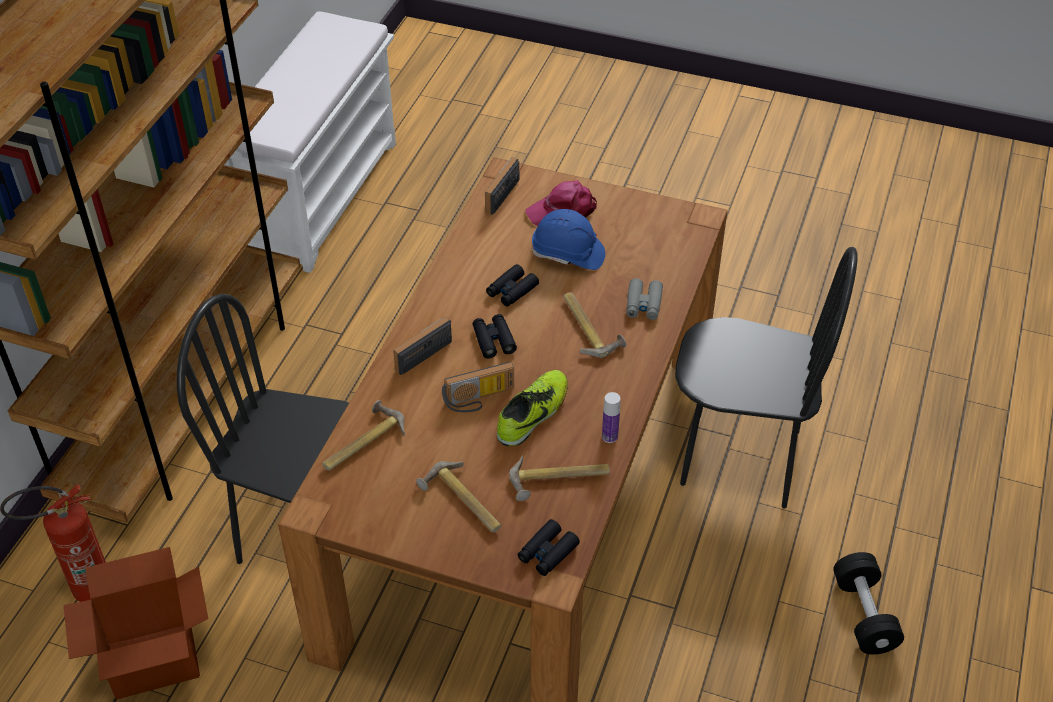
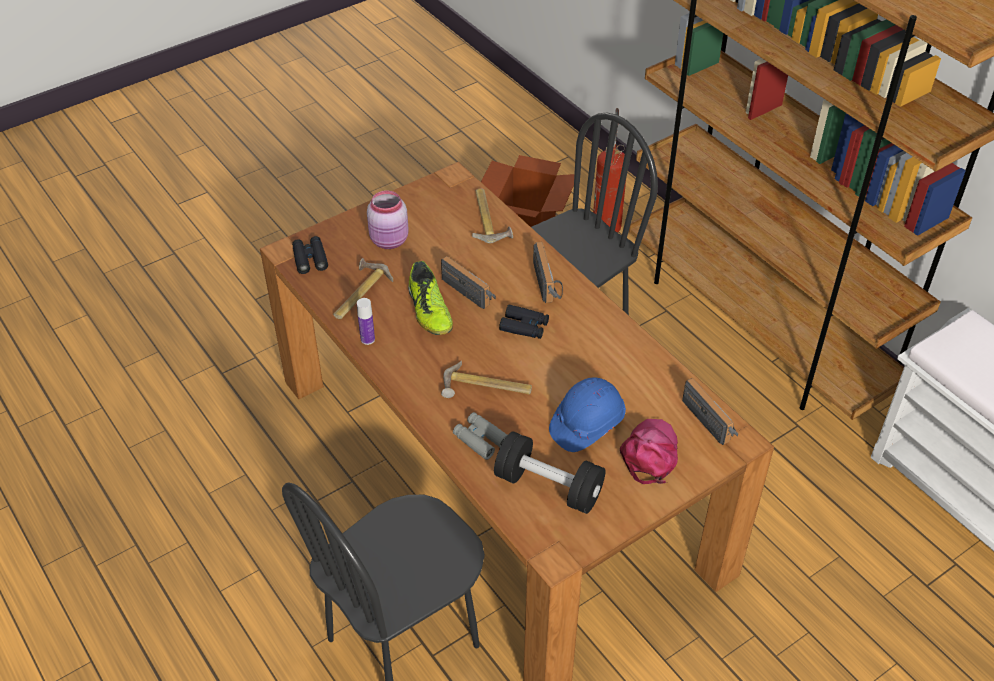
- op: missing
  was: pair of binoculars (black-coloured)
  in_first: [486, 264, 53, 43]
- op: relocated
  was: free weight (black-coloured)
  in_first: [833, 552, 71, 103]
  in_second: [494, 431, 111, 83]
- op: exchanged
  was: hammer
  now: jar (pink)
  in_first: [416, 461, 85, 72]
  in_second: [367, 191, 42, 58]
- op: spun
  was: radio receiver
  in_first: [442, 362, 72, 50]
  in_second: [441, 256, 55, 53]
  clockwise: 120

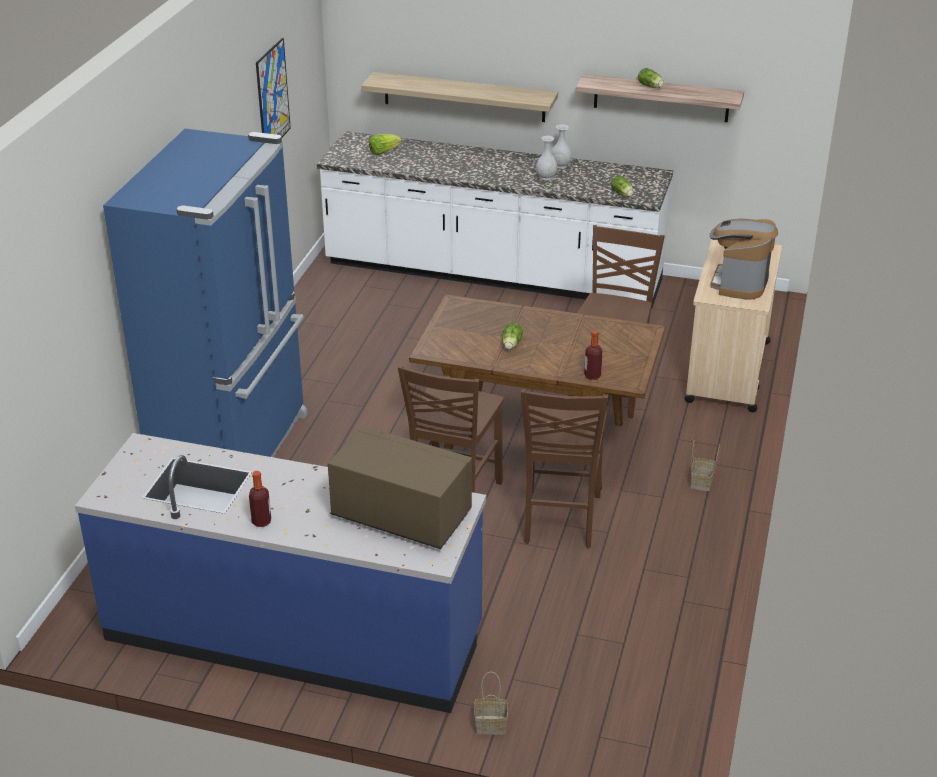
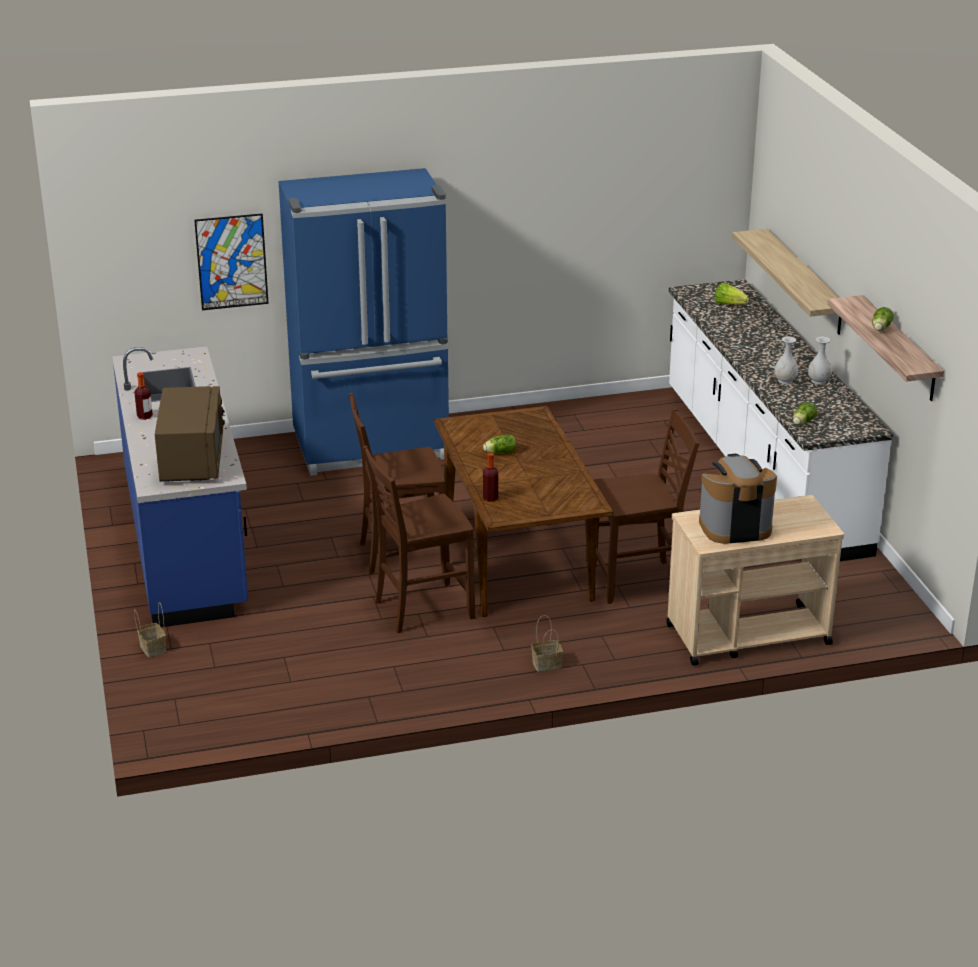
- op: relocated
  was: wall picture
  in_first: [256, 38, 35, 99]
  in_second: [194, 214, 75, 96]

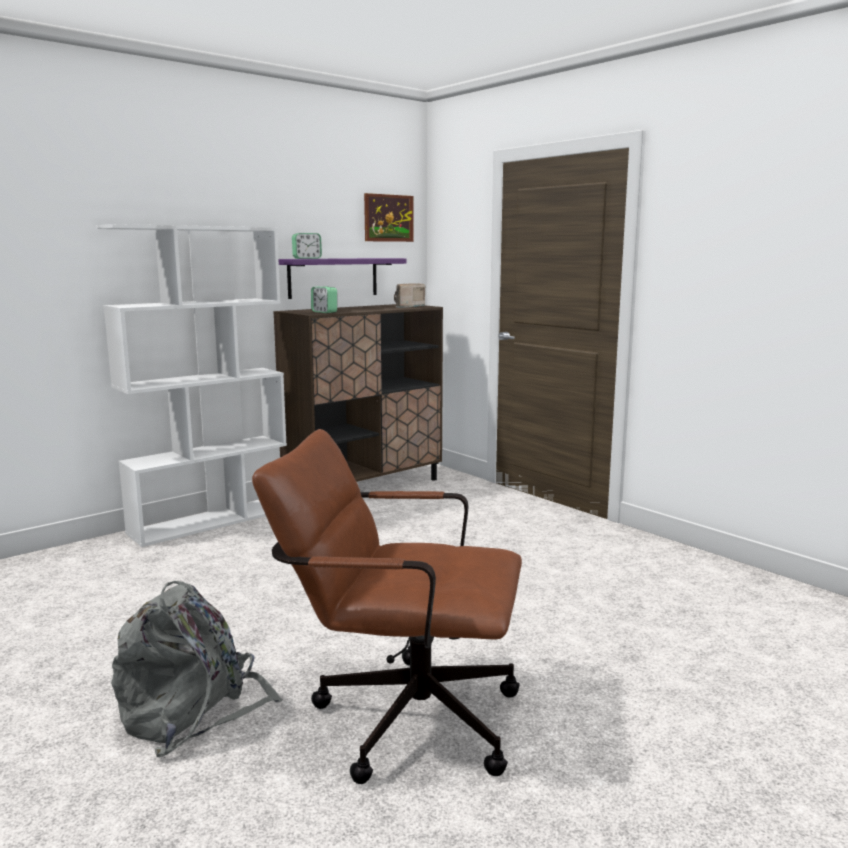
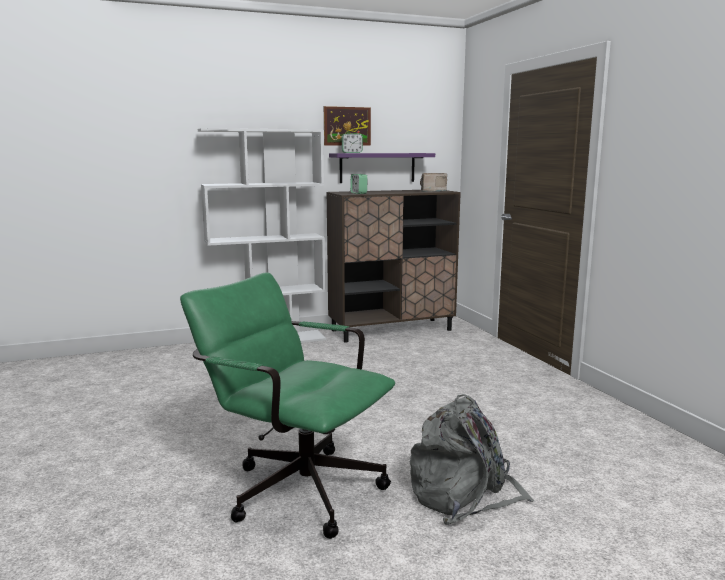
- op: relocated
  was: backpack (greyish)
  in_first: [111, 581, 172, 176]
  in_second: [410, 394, 124, 131]
- op: relocated
  was: wall picture
  in_first: [364, 193, 50, 49]
  in_second: [324, 106, 47, 39]
- op: colour
  was: computer chair (brown-coloured)
  now: computer chair (green)
  in_first: [252, 429, 270, 355]
  in_second: [180, 272, 215, 267]

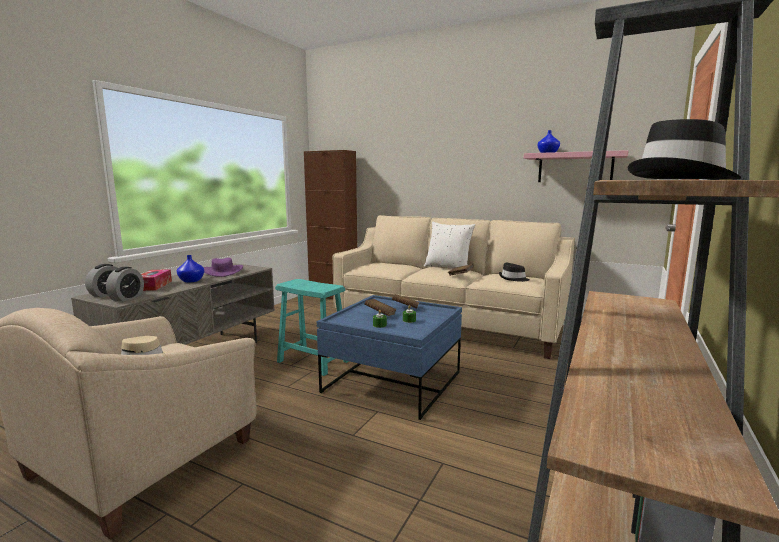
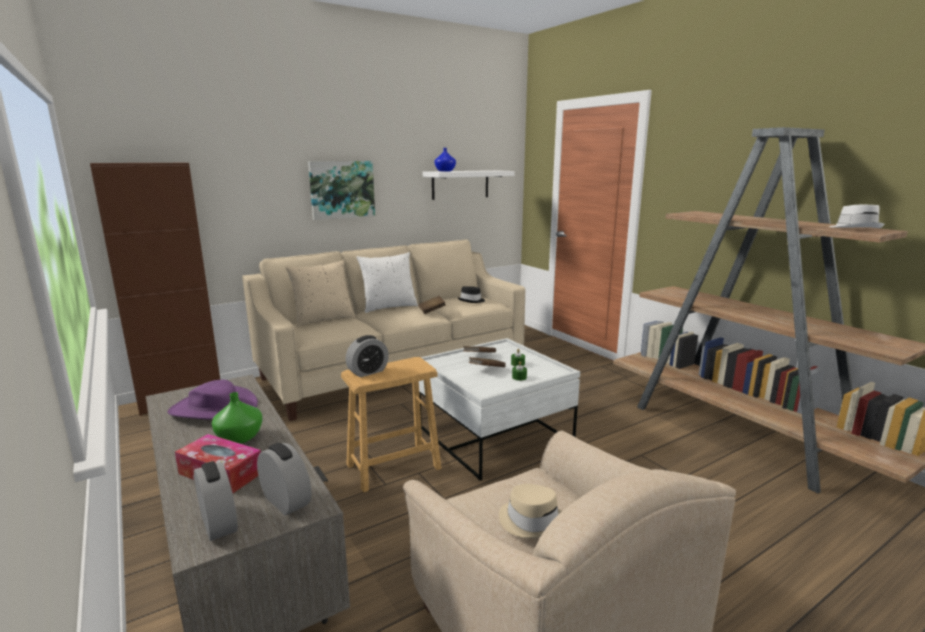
- op: appeared
  now: pillow (sand-coloured)
  in_second: [285, 260, 70, 67]
- op: appeared
  now: wall picture
  in_second: [308, 161, 67, 59]
- op: appeared
  now: bedside clock
  in_second: [346, 335, 43, 42]
- op: colour
  was: flower vase (bluish)
  now: flower vase (green)
  in_first: [177, 255, 27, 27]
  in_second: [212, 392, 51, 52]
- op: colour
  was: sitting stool (turquoise)
  now: sitting stool (brown-coloured)
  in_first: [275, 279, 74, 97]
  in_second: [341, 357, 100, 135]
- op: colour
  was: lounge table (bluish)
  now: lounge table (white-coloured)
  in_first: [317, 295, 145, 125]
  in_second: [419, 338, 161, 142]
- op: colour
  was: wall shelf (pink)
  now: wall shelf (white-coloured)
  in_first: [524, 150, 104, 32]
  in_second: [423, 170, 92, 30]
- op: colour
  was: hat (black-coloured)
  now: hat (white-coloured)
  in_first: [628, 119, 113, 60]
  in_second: [829, 205, 56, 23]

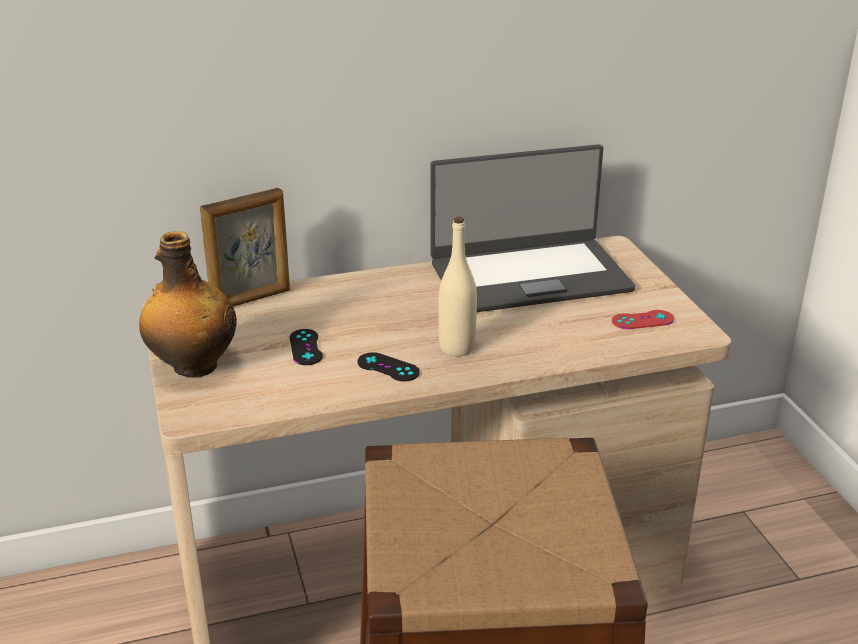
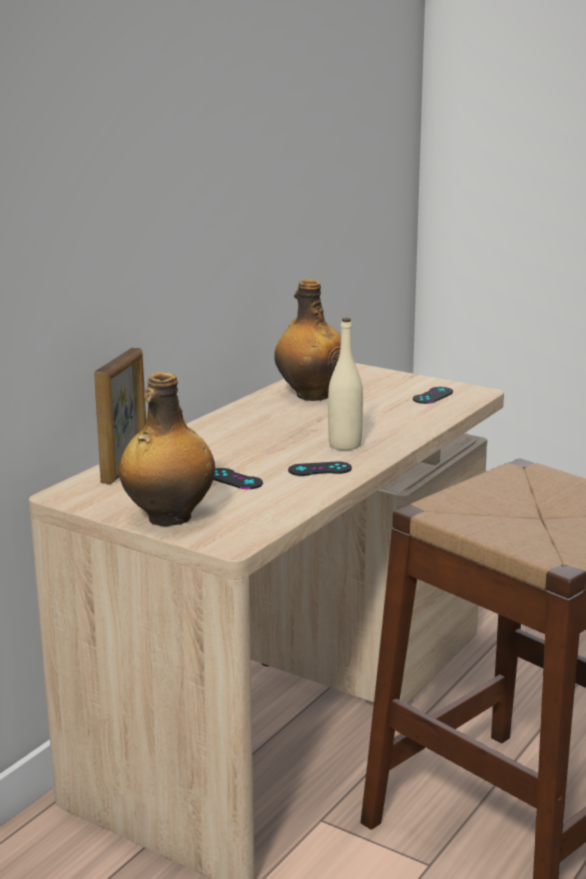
- op: exchanged
  was: portable computer
  now: drink bottle
  in_first: [430, 144, 205, 168]
  in_second: [275, 279, 66, 122]
- op: colour
  was: game controller (reddish)
  now: game controller (black-coloured)
  in_first: [612, 310, 62, 19]
  in_second: [413, 387, 40, 17]

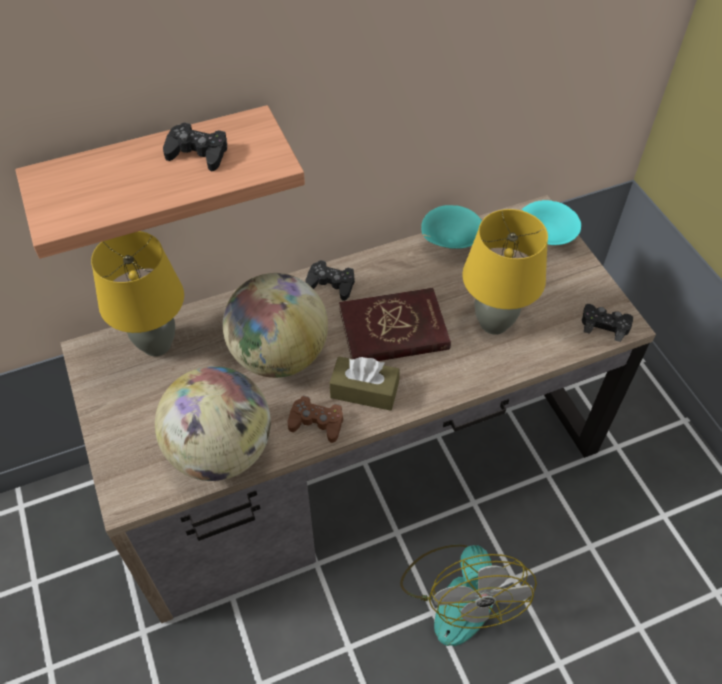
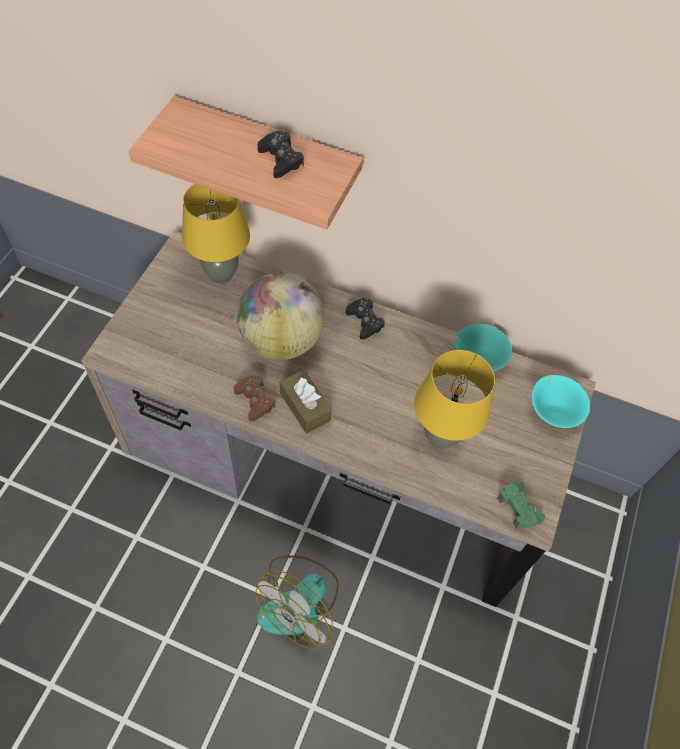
- op: missing
  was: globe
  in_first: [155, 366, 116, 115]
- op: missing
  was: volume (reddish)
  in_first: [339, 288, 112, 73]
- op: colour
  was: game controller (black-coloured)
  now: game controller (green)
  in_first: [582, 304, 51, 38]
  in_second: [497, 481, 48, 47]

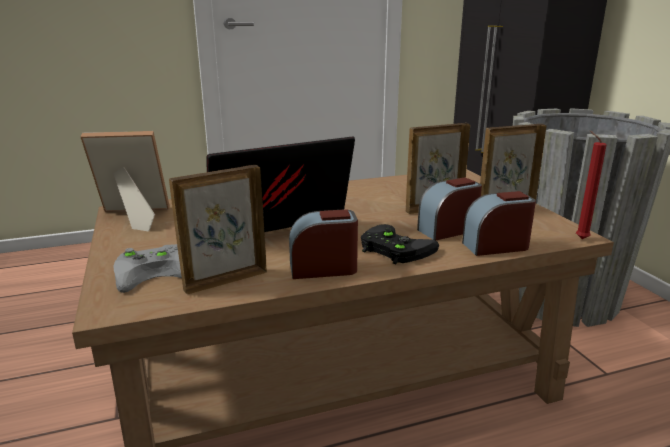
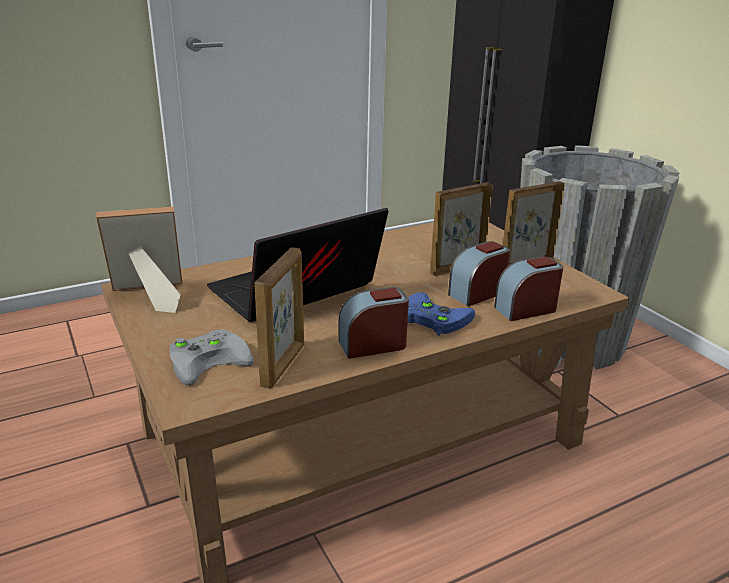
- op: missing
  was: candle (reddish)
  in_first: [576, 130, 31, 109]
- op: colour
  was: game controller (black-coloured)
  now: game controller (bluish)
  in_first: [361, 224, 78, 40]
  in_second: [407, 292, 68, 44]
- op: spun
  was: picture frame
  in_first: [169, 165, 98, 129]
  in_second: [254, 248, 50, 141]
  clockwise: 150

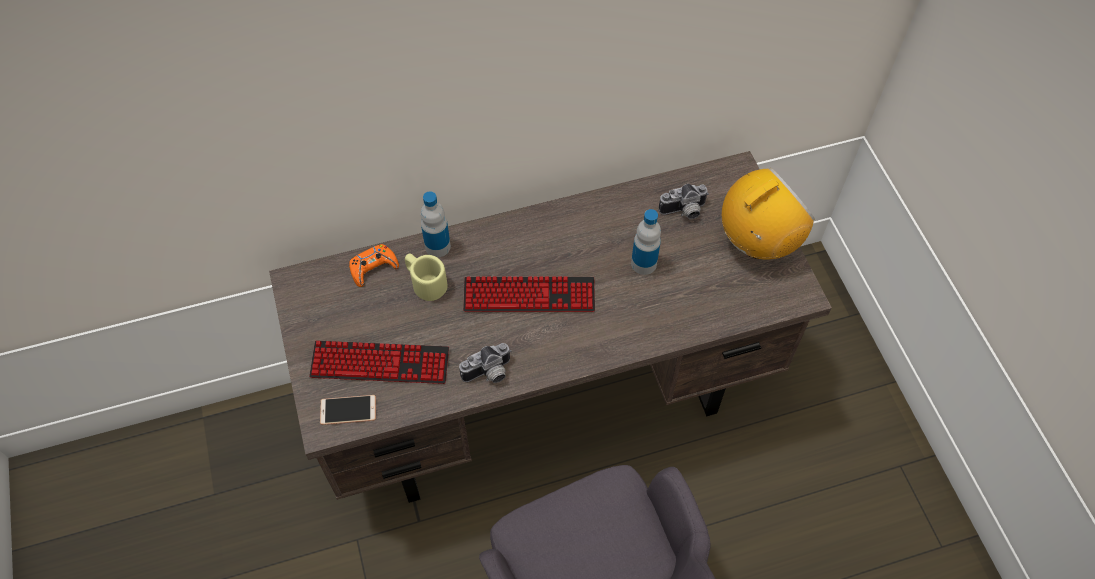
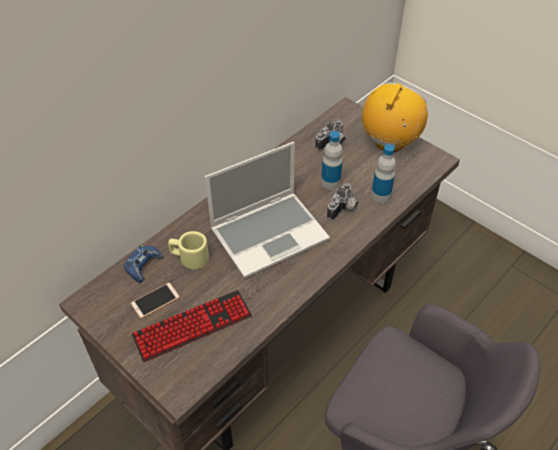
- op: relocated
  was: phone
  in_first: [320, 395, 56, 30]
  in_second: [131, 283, 49, 36]
- op: relocated
  was: drink bottle
  in_first: [420, 191, 31, 66]
  in_second: [371, 144, 25, 59]
- op: relocated
  was: still camera
  in_first: [459, 343, 52, 40]
  in_second: [327, 183, 31, 38]
- op: exchanged
  was: keyboard
  now: portable computer
  in_first: [463, 276, 132, 36]
  in_second: [205, 142, 125, 136]
- op: colour
  was: game controller (orange)
  now: game controller (bluish)
  in_first: [349, 244, 50, 43]
  in_second: [123, 244, 40, 39]

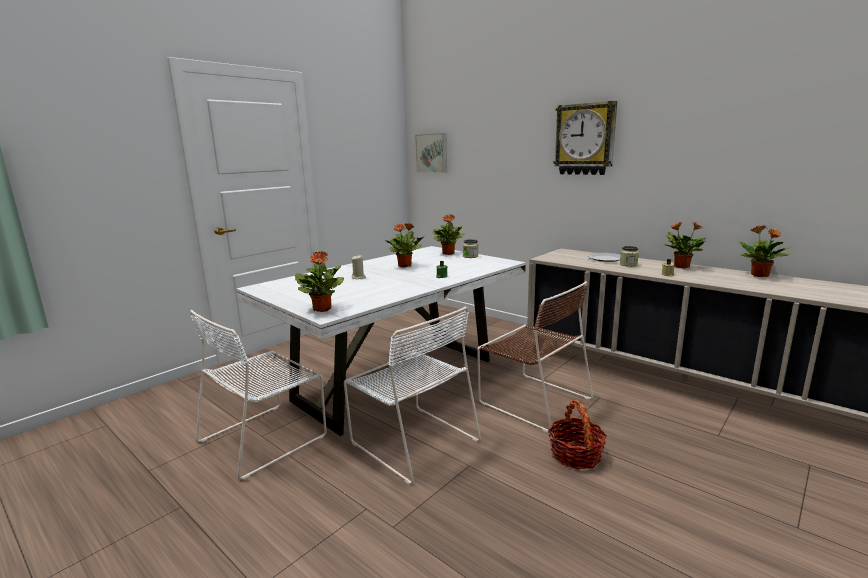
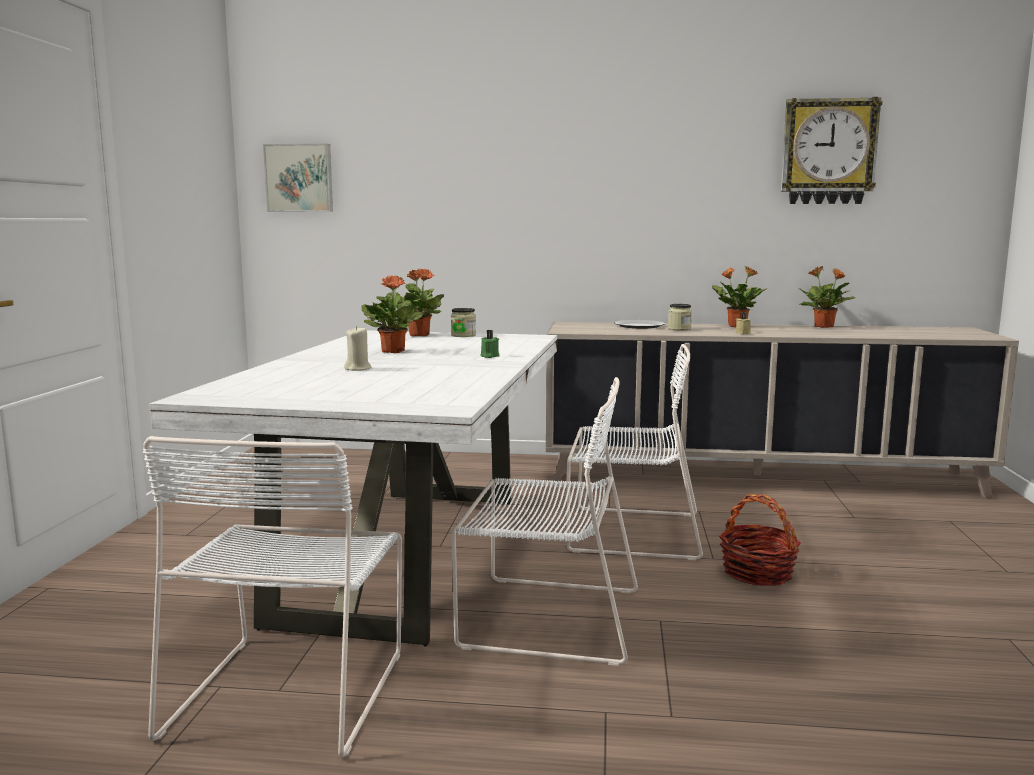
- op: missing
  was: potted plant
  in_first: [295, 251, 49, 61]
- op: relocated
  was: hanging clock
  in_first: [553, 101, 64, 74]
  in_second: [781, 97, 101, 107]
- op: colour
  was: plain chair (brown-coloured)
  now: plain chair (white-coloured)
  in_first: [477, 281, 116, 151]
  in_second: [566, 344, 137, 216]

